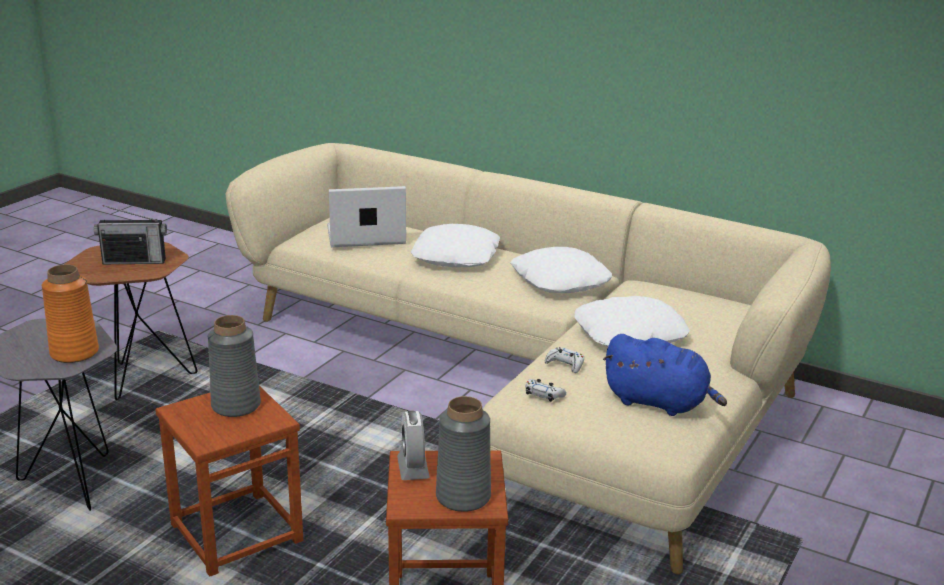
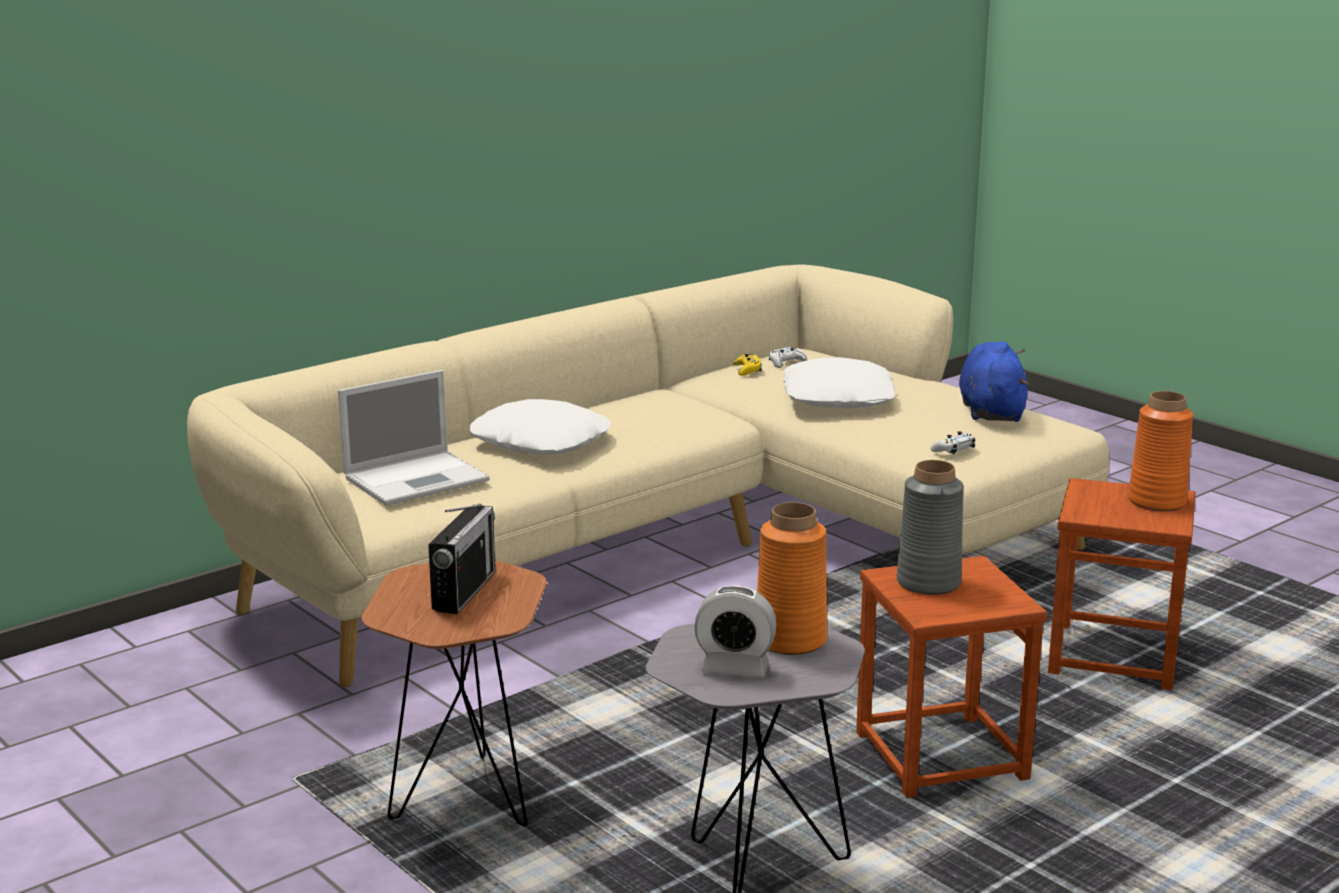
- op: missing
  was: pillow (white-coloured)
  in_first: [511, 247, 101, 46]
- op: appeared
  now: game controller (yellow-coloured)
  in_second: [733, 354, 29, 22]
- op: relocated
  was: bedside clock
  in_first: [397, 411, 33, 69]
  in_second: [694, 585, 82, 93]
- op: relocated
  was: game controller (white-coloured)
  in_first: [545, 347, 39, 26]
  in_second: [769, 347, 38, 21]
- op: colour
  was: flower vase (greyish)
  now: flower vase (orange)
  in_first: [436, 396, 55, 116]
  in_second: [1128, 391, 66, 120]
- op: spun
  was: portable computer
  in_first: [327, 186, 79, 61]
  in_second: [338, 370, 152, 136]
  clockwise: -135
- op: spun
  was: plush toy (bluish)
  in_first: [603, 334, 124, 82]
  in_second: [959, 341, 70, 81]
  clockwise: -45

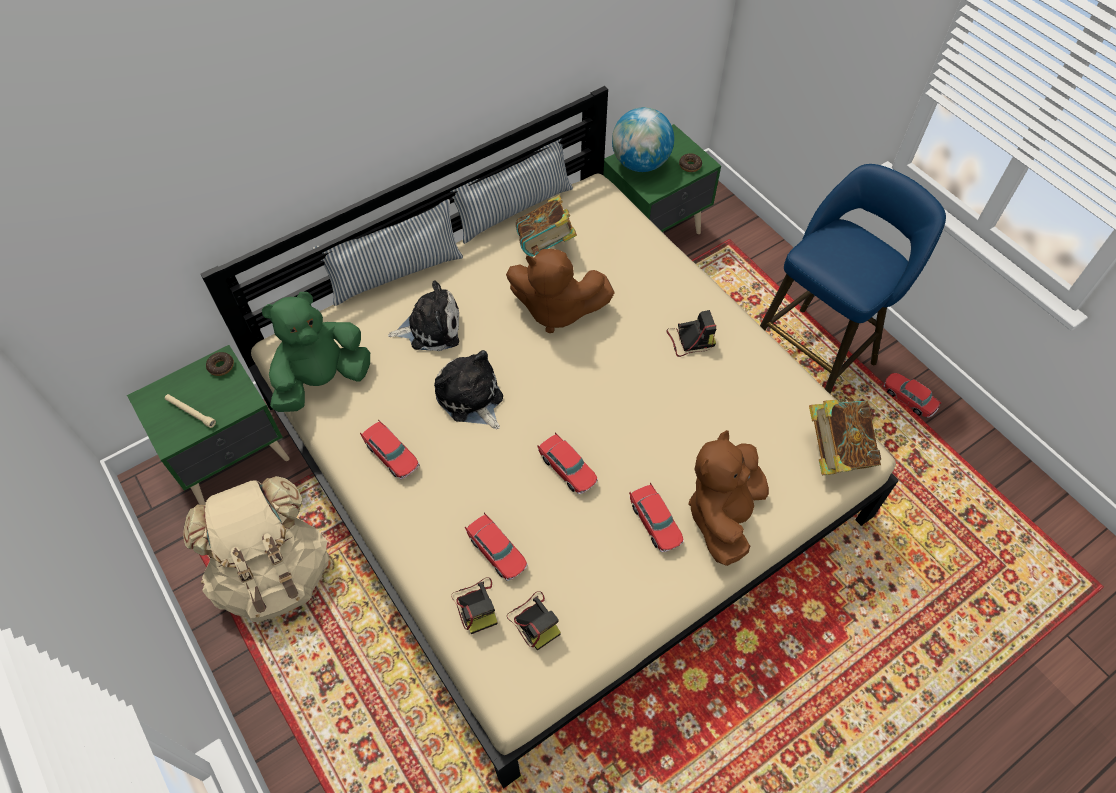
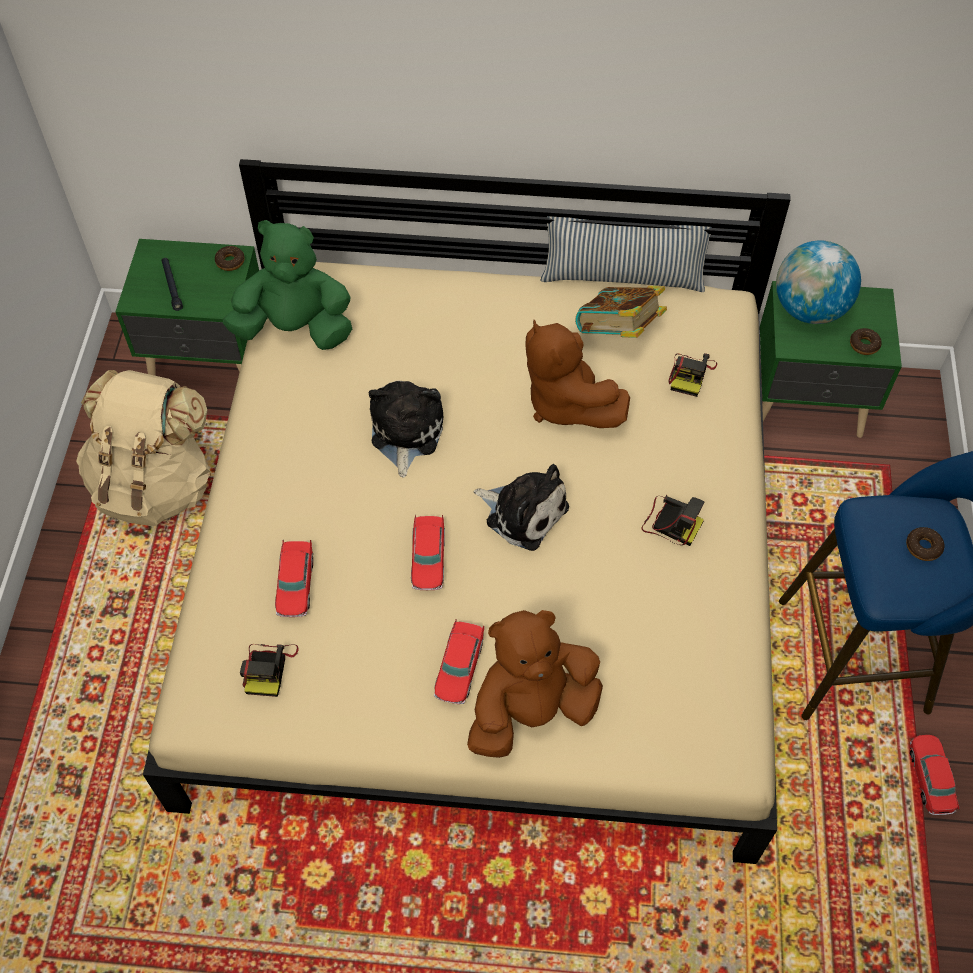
- op: missing
  was: pillow
  in_first: [313, 199, 150, 107]
- op: missing
  was: miniature car
  in_first: [360, 419, 60, 60]
- op: missing
  was: volume
  in_first: [809, 397, 72, 78]
- op: appeared
  now: doughnut
  in_second: [906, 527, 39, 34]
- op: relocated
  was: plush toy
  in_first: [388, 281, 71, 70]
  in_second: [473, 464, 96, 87]
- op: relocated
  was: still camera
  in_first: [451, 577, 46, 57]
  in_second: [668, 353, 49, 44]
- op: colour
  was: hand torch (sand-coloured)
  now: hand torch (black-coloured)
  in_first: [165, 394, 51, 34]
  in_second: [161, 258, 22, 53]

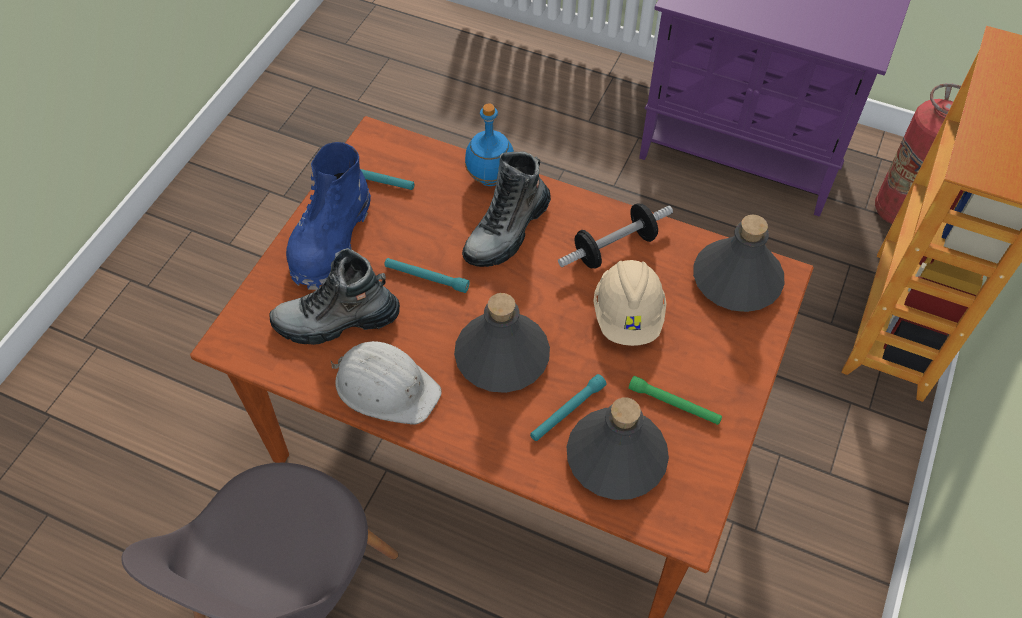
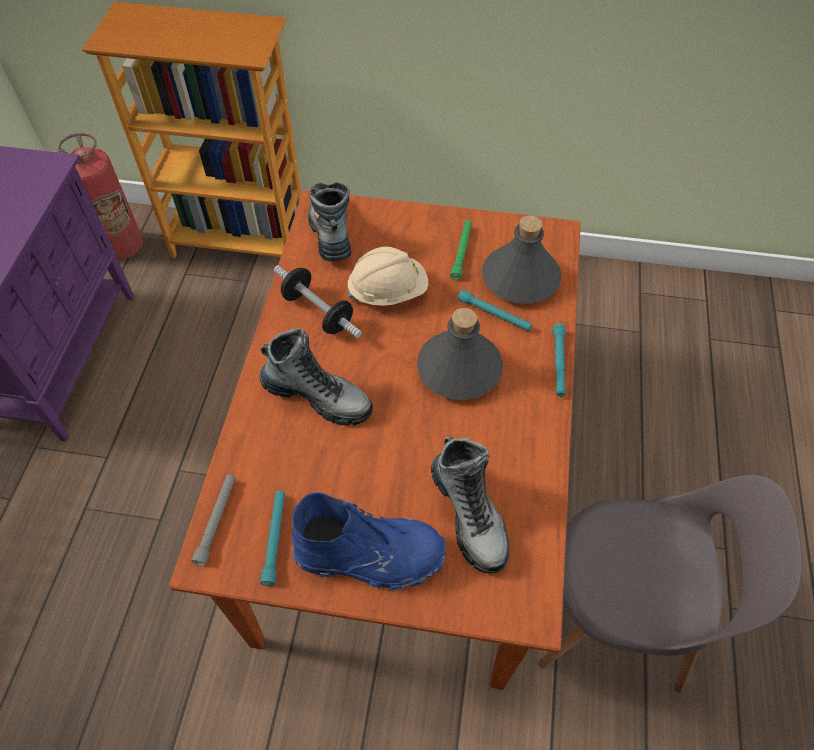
- op: missing
  was: hard hat (white-coloured)
  in_first: [331, 341, 111, 84]
- op: missing
  was: drink bottle (bluish)
  in_first: [465, 103, 49, 83]
- op: appeared
  now: hand torch (greyish)
  in_second: [191, 475, 44, 91]
- op: relocated
  was: hand torch (turquoise)
  in_first: [384, 258, 86, 35]
  in_second: [553, 323, 13, 73]
- op: exchanged
  was: drink bottle (greyish)
  now: tall boot
  in_first: [693, 214, 91, 98]
  in_second: [308, 182, 43, 79]

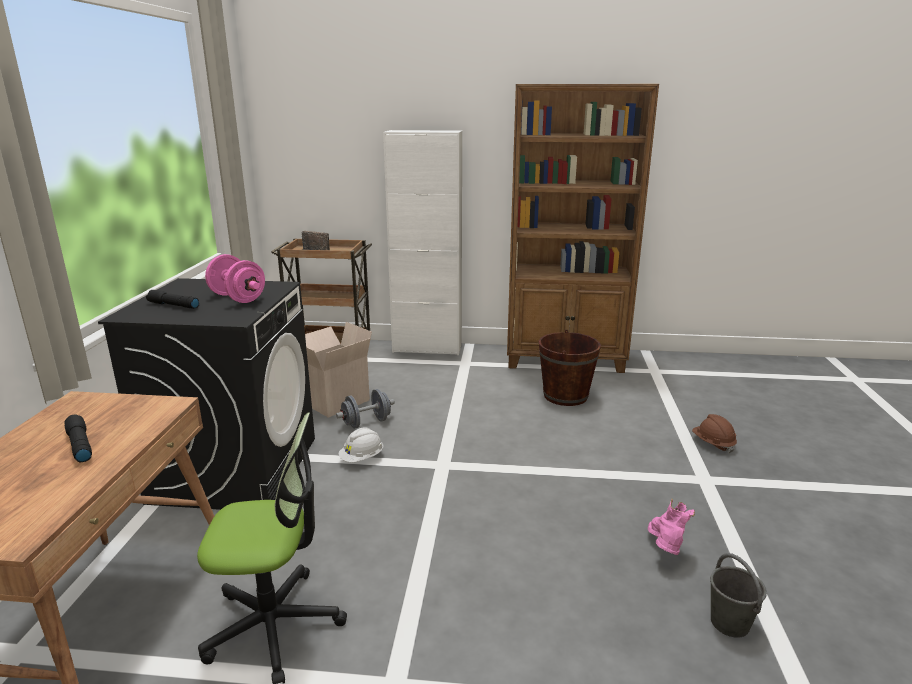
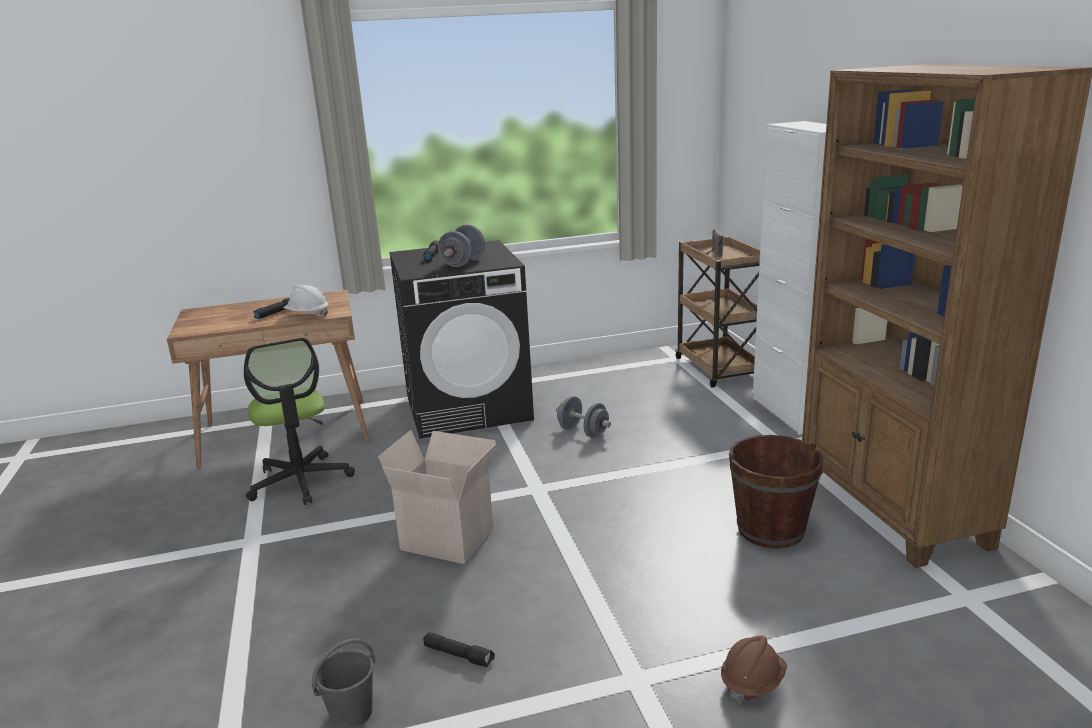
- op: relocated
  was: carton
  in_first: [305, 322, 67, 96]
  in_second: [378, 430, 118, 134]
- op: relocated
  was: hard hat (white-coloured)
  in_first: [338, 427, 46, 36]
  in_second: [283, 284, 45, 32]
- op: exchanged
  was: tall boot (pink)
  now: hand torch (black-coloured)
  in_first: [648, 499, 47, 56]
  in_second: [423, 632, 72, 36]
- op: colour
  was: free weight (pink)
  now: free weight (greyish)
  in_first: [205, 254, 60, 49]
  in_second: [438, 224, 47, 43]

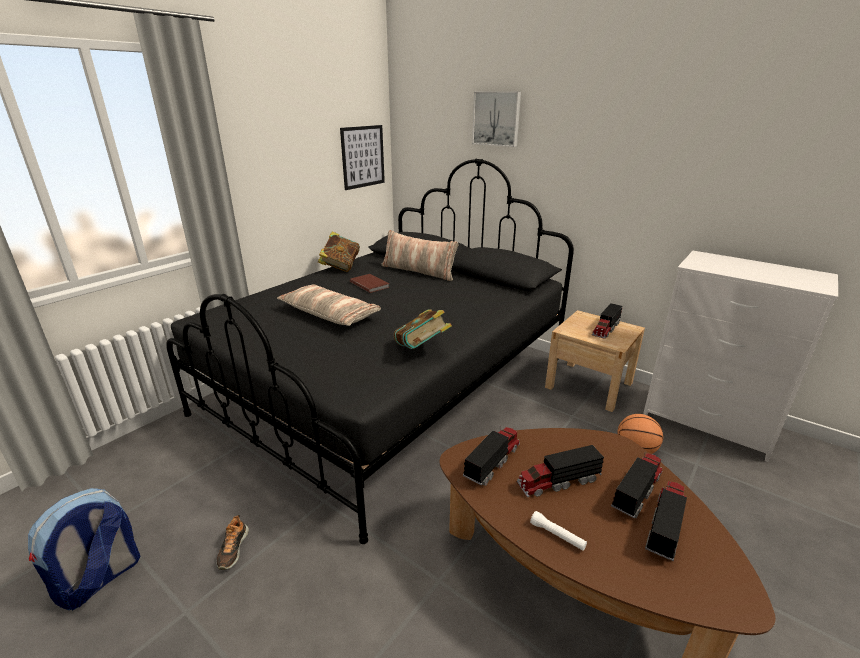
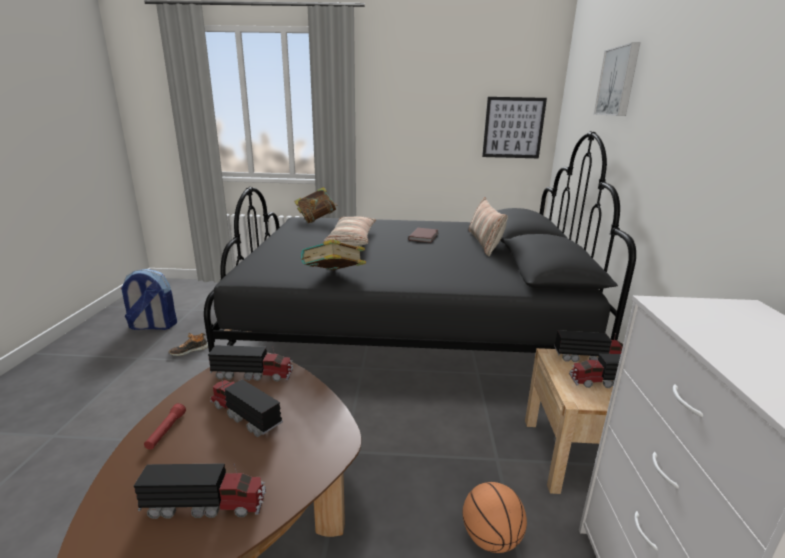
- op: relocated
  was: volume
  in_first: [318, 232, 42, 40]
  in_second: [294, 187, 44, 36]
- op: relocated
  was: model truck
  in_first: [611, 452, 52, 66]
  in_second: [554, 330, 69, 32]
- op: colour
  was: hand torch (white-coloured)
  now: hand torch (reddish)
  in_first: [530, 511, 57, 40]
  in_second: [144, 403, 42, 47]

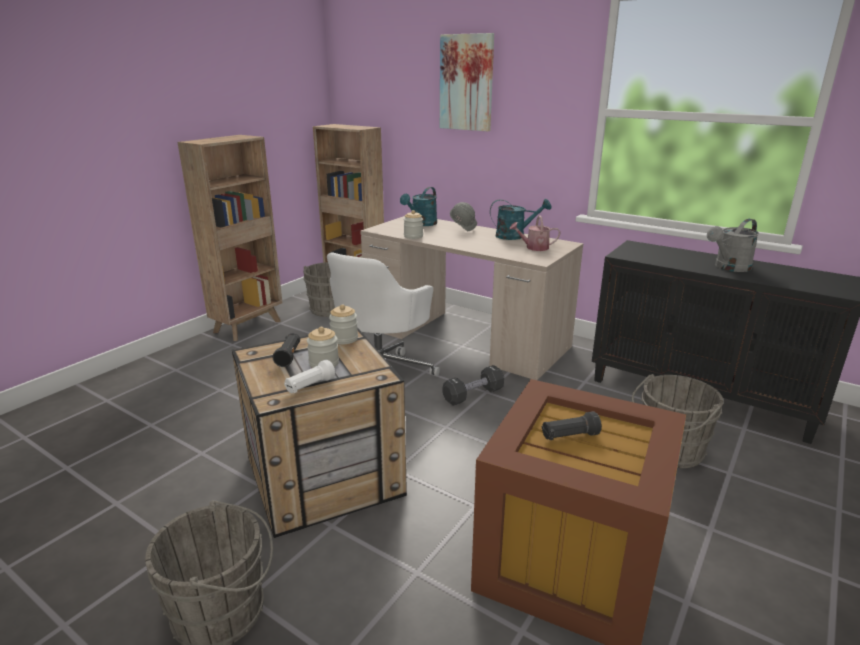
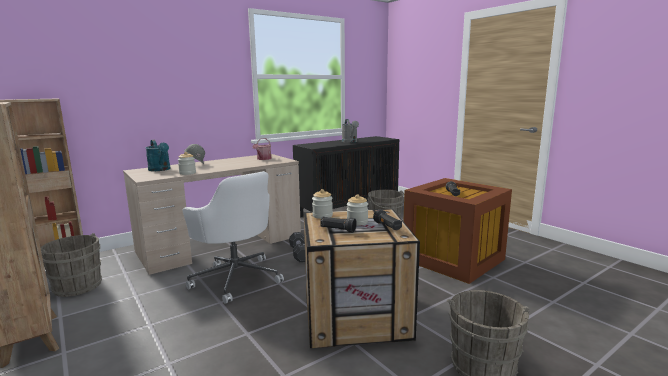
- op: missing
  was: wall picture
  in_first: [440, 33, 54, 99]
- op: missing
  was: watering pot (turquoise)
  in_first: [490, 199, 61, 41]
- op: colour
  was: hand torch (white-coloured)
  now: hand torch (black-coloured)
  in_first: [284, 360, 51, 33]
  in_second: [373, 209, 29, 21]

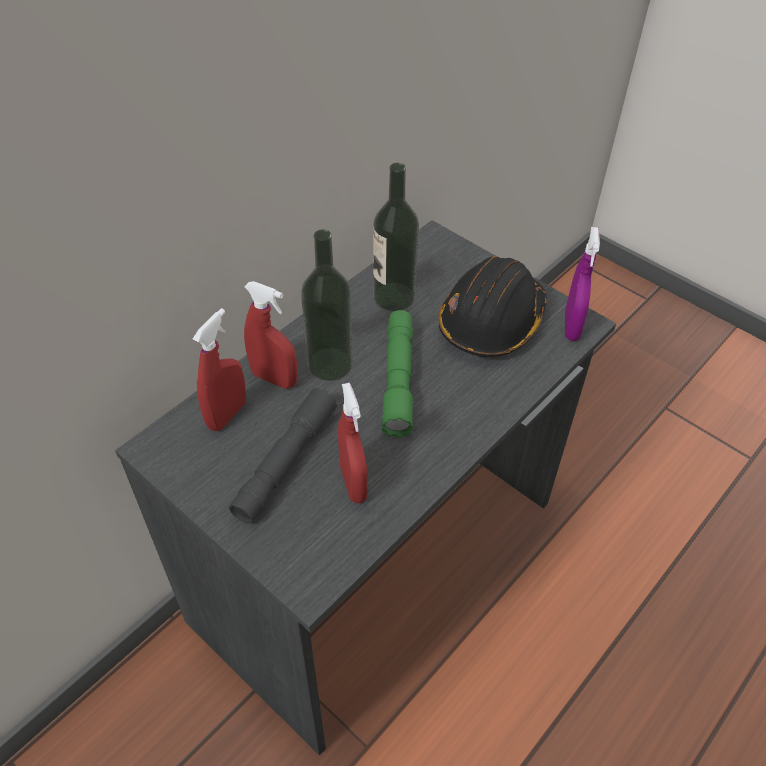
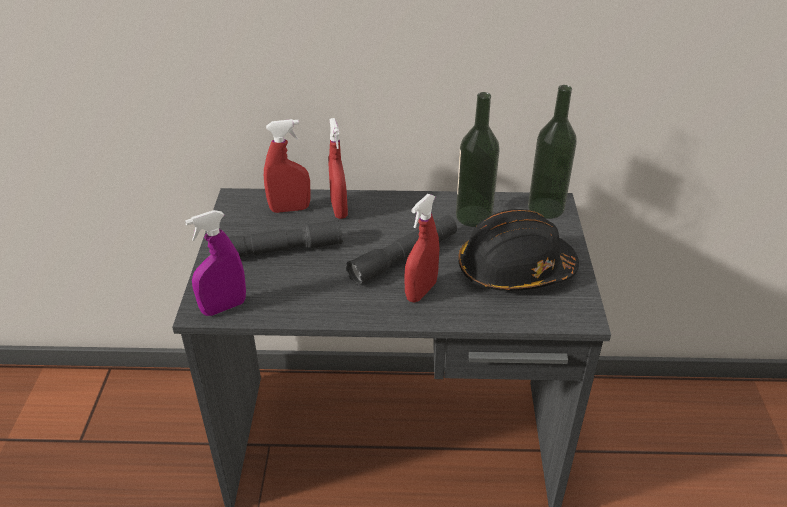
- op: relocated
  was: drink bottle
  in_first: [301, 229, 52, 152]
  in_second: [528, 85, 49, 134]
- op: relocated
  was: spray bottle (reddish)
  in_first: [338, 383, 30, 120]
  in_second: [404, 194, 36, 109]
- op: relocated
  was: spray bottle (purple-coloured)
  in_first: [565, 227, 35, 114]
  in_second: [185, 210, 61, 106]
- op: colour
  was: hand torch (green)
  now: hand torch (greyish)
  in_first: [382, 310, 31, 128]
  in_second: [346, 215, 111, 70]

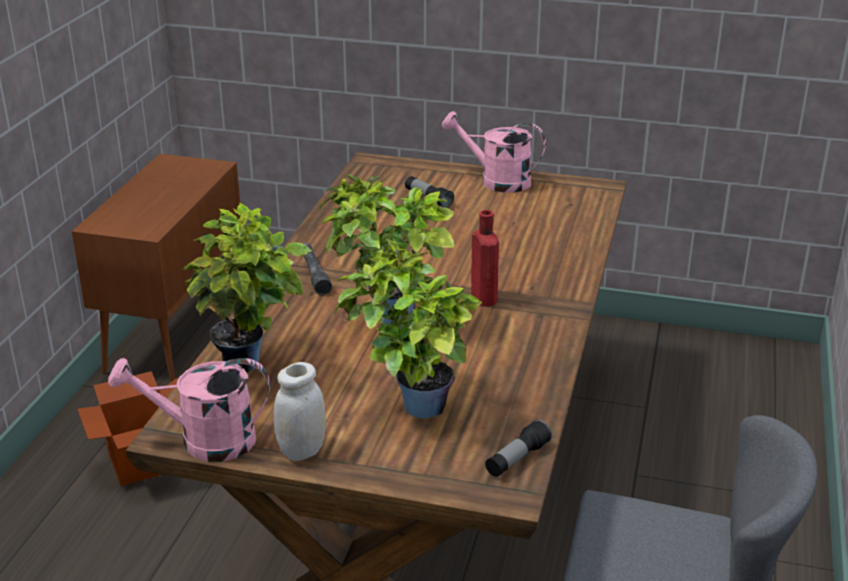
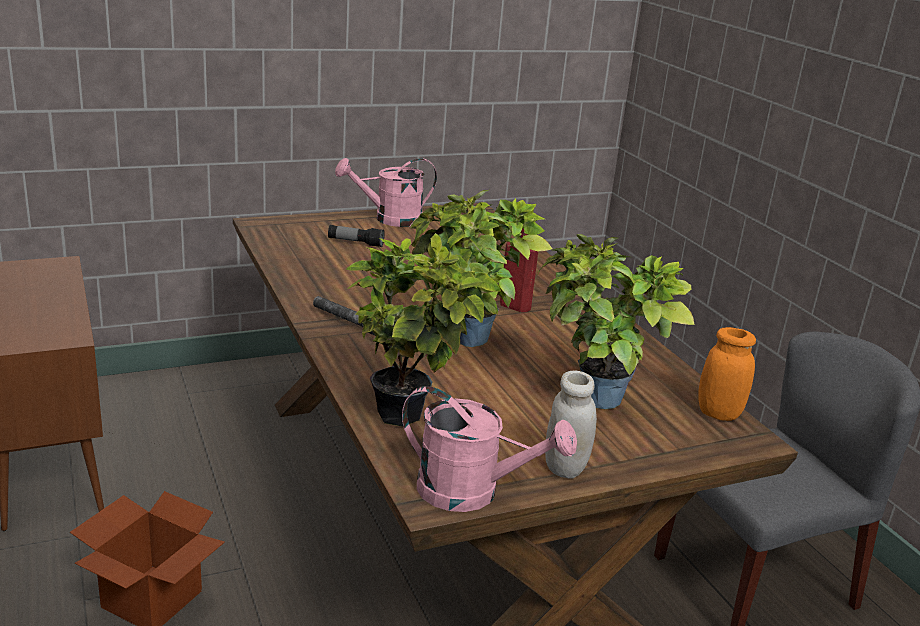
- op: exchanged
  was: hand torch
  now: jar (orange)
  in_first: [485, 419, 67, 58]
  in_second: [698, 327, 58, 94]
- op: spun
  was: watering pot (pink)
  in_first: [108, 358, 162, 104]
  in_second: [402, 386, 175, 126]
  clockwise: -120

